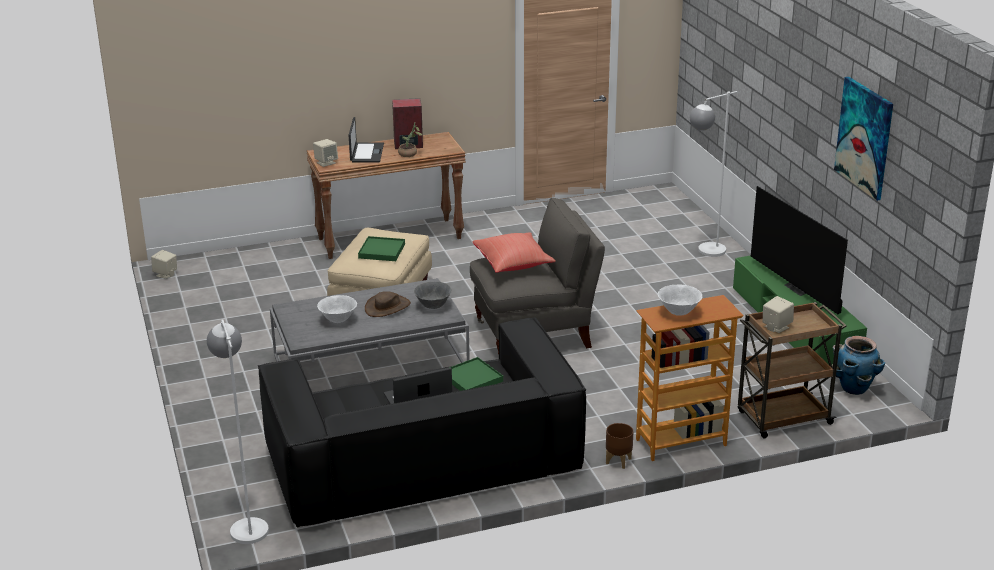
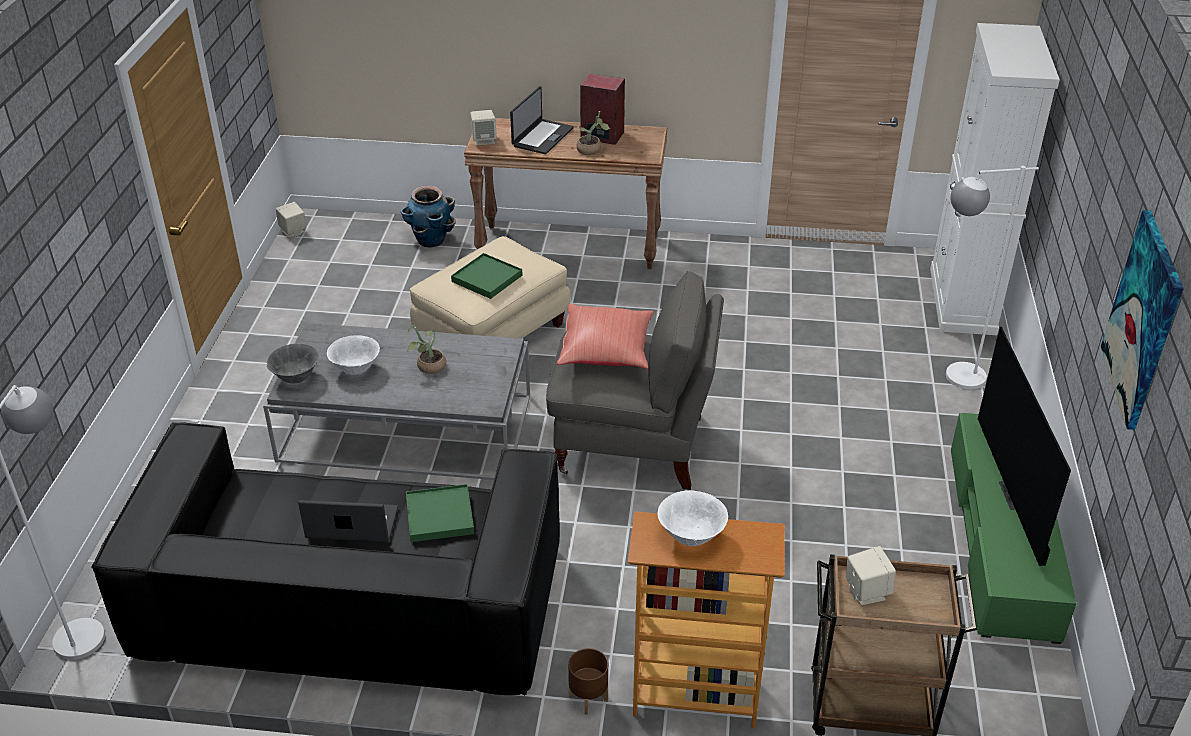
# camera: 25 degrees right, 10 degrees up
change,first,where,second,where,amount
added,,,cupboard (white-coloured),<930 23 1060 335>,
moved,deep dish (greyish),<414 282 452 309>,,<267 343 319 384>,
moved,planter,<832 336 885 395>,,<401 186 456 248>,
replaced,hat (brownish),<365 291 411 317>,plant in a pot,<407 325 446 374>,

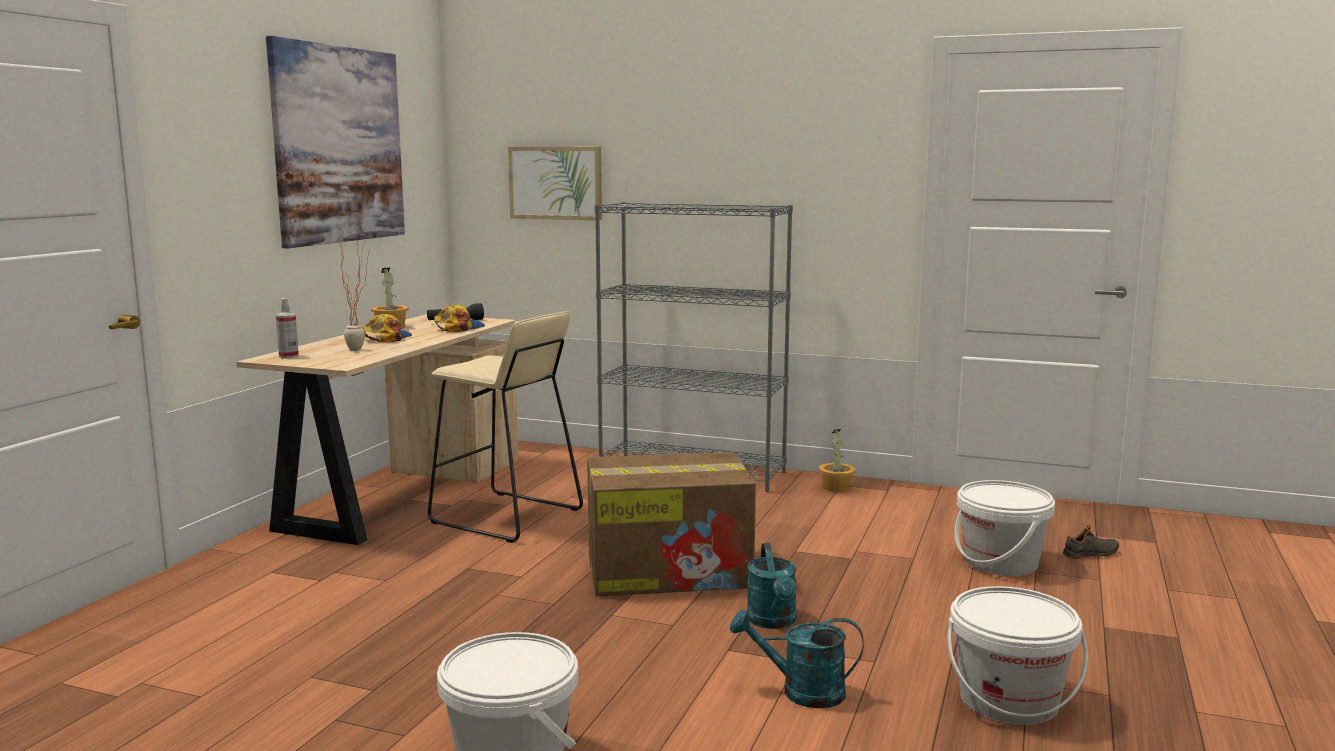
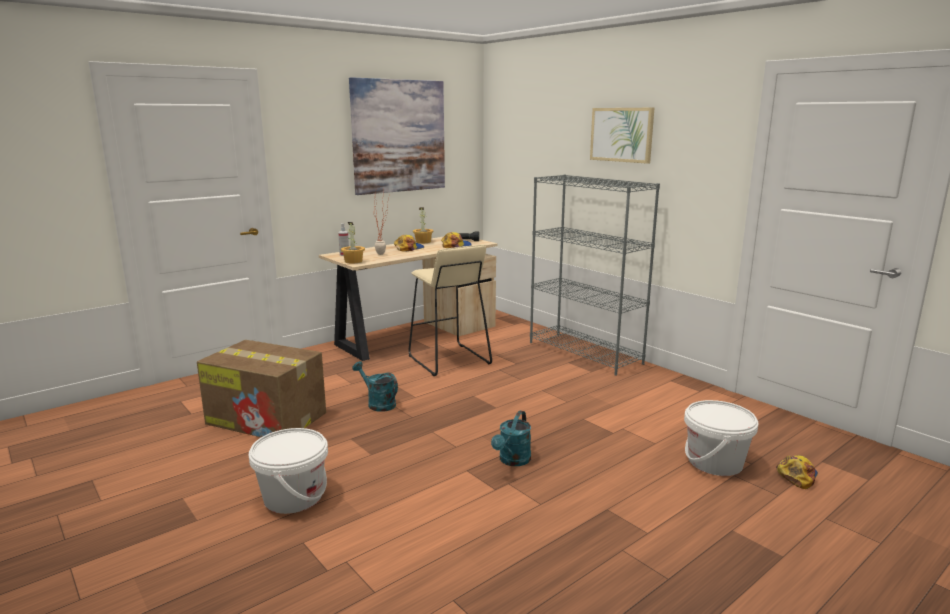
# camera: 30 degrees right, 5 degrees up
change,first,where,second,where,amount
removed,water bucket (white-coloured),<947 586 1088 725>,,,
moved,wall picture,<508 147 602 220>,,<590 108 654 164>,
moved,cardboard box,<587 452 756 597>,,<197 340 326 437>,
moved,sprinkling can (blue-green),<730 610 863 708>,,<352 361 398 412>,
moved,plant in a pot,<819 429 856 492>,,<341 222 365 264>,
replaced,low shoe (blackish),<1063 524 1119 559>,baseball cap,<776 455 818 489>,

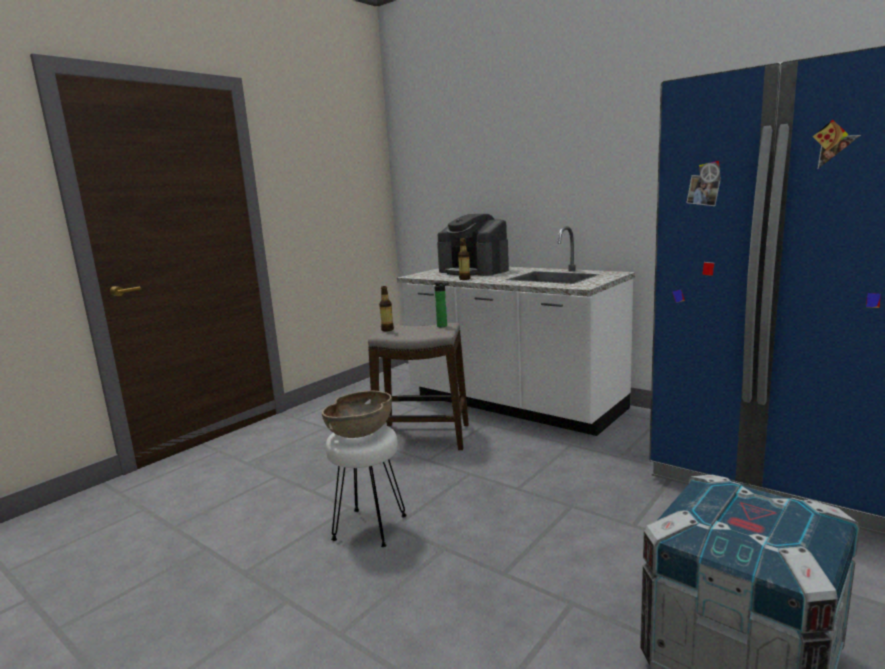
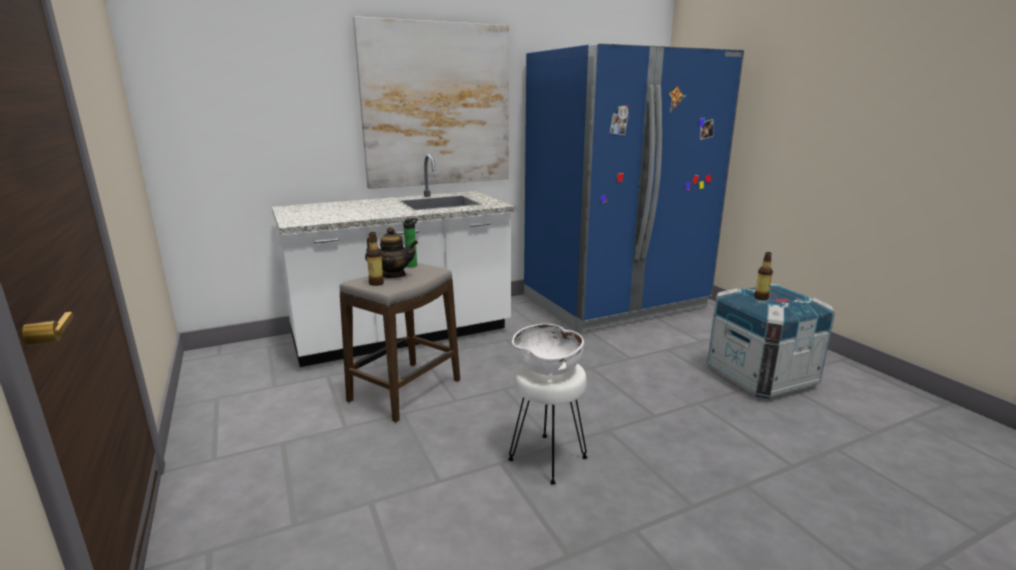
# camera: 65 degrees left, 5 degrees up
change,first,where,second,where,amount
removed,coffee machine,<437 214 509 276>,,,
added,,,wall picture,<353 16 509 189>,
added,,,teapot,<365 227 418 278>,
moved,drink bottle,<458 238 471 280>,,<754 252 773 300>,
recoloured,deep dish (brownish),<322 391 392 438>,deep dish (white-coloured),<512 324 584 375>,

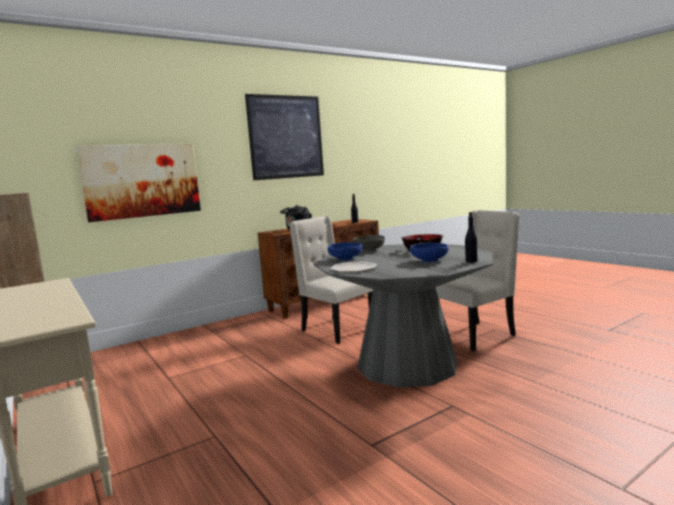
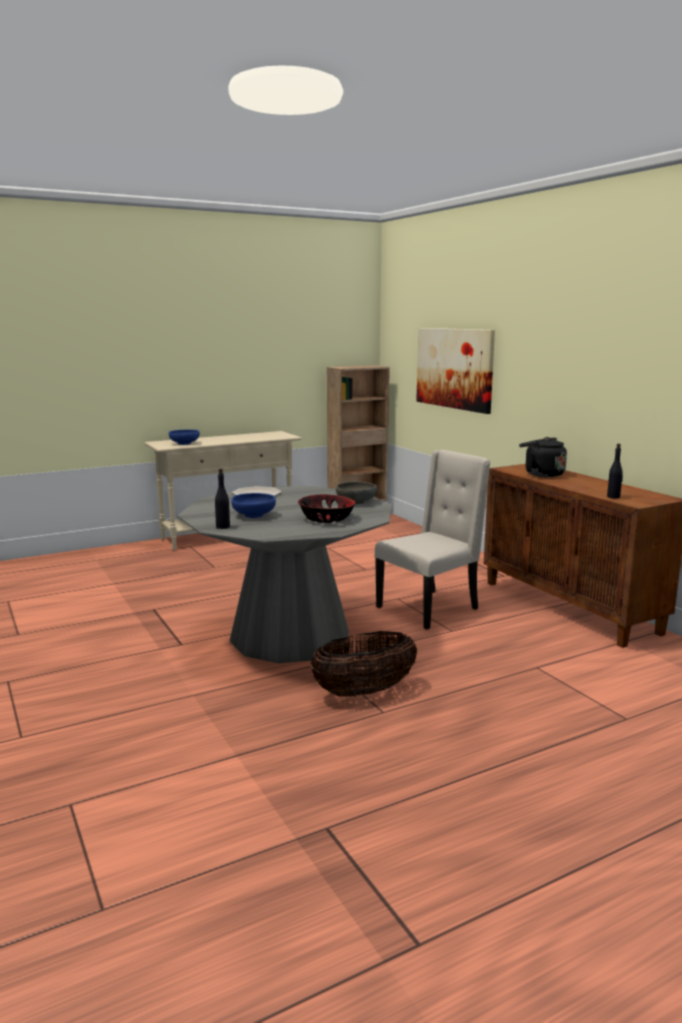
# camera: 95 degrees right, 5 degrees up
change,first,where,second,where,amount
removed,wall picture,<245 94 324 180>,,,
moved,deep dish (blue),<327 242 362 261>,,<169 430 200 445>,
replaced,upright chair (sand-coloured),<435 210 520 351>,household basket,<310 631 417 697>,

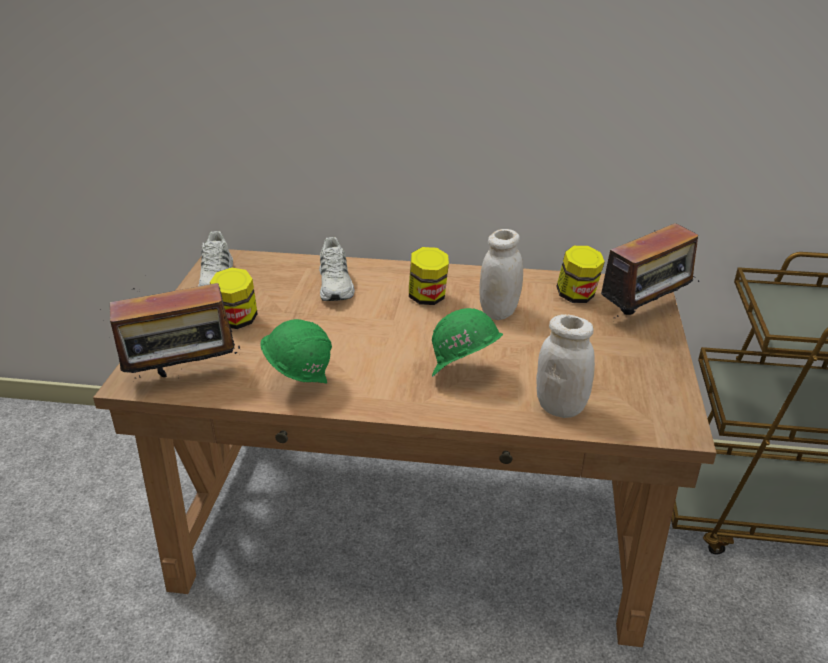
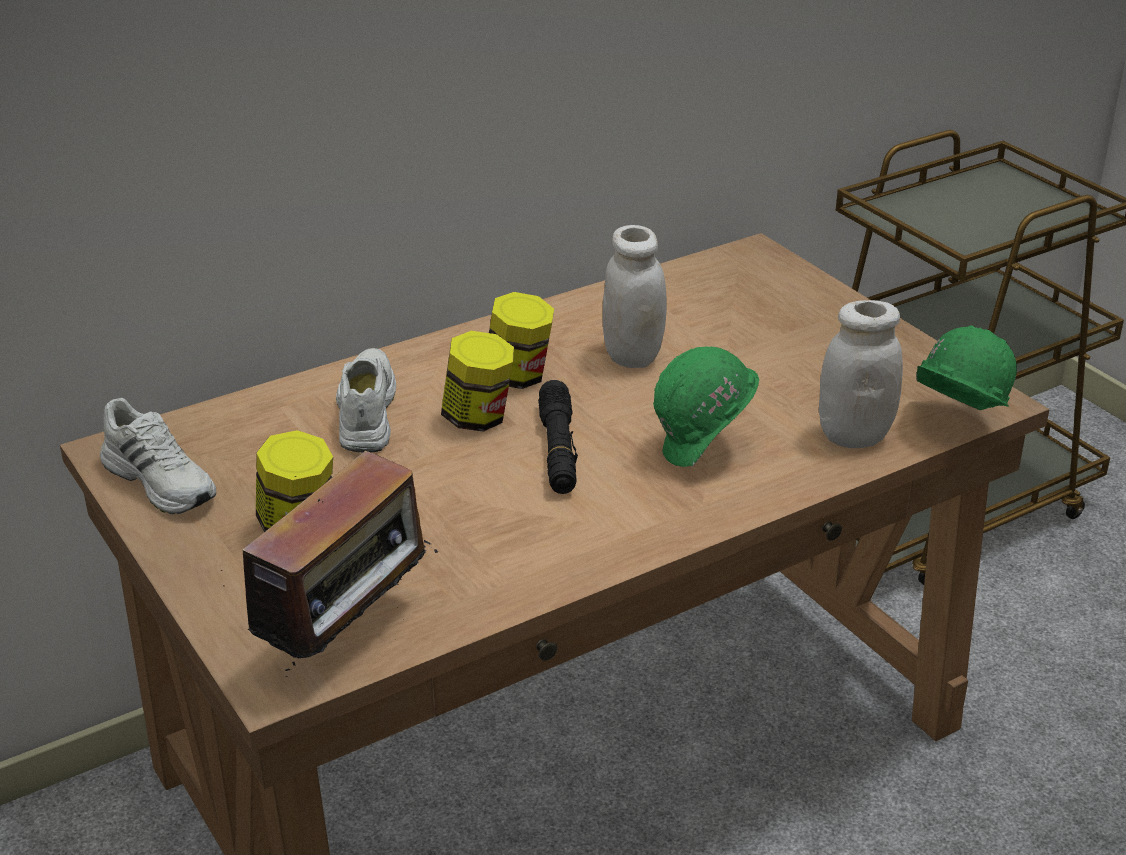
# camera: 40 degrees left, 0 degrees up
change,first,where,second,where,amount
removed,radio receiver,<596 220 699 317>,,,
added,,,hand torch (blackish),<538 380 578 494>,
moved,work helmet (greenish),<260 319 332 384>,,<916 325 1017 410>,
moved,storage jar,<556 246 605 303>,,<441 331 514 432>,
turned,low shoe (white-coloured),<319 237 355 301>,,<336 348 396 452>,135 degrees counterclockwise

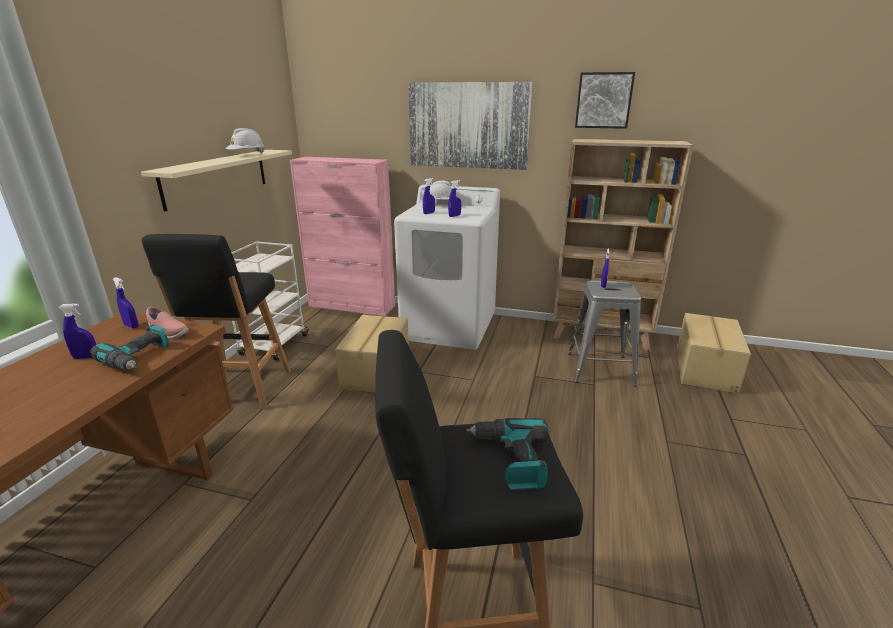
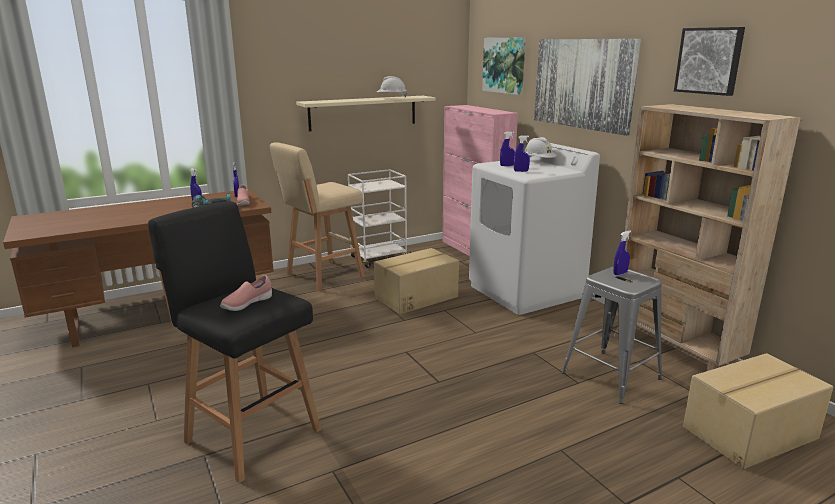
# camera: 45 degrees right, 5 degrees down
change,first,where,second,where,amount
added,,,wall picture,<482 37 526 95>,
replaced,electric drill,<466 418 549 490>,low shoe (pink-coloured),<220 275 272 311>,
recoloured,stool seat (blackish),<142 234 291 409>,stool seat (sand-coloured),<270 142 365 292>,

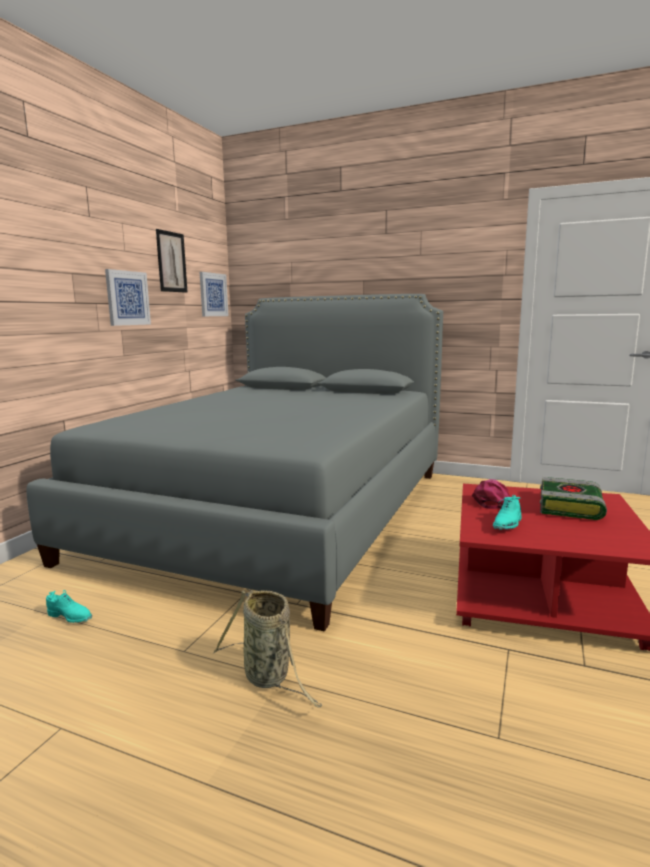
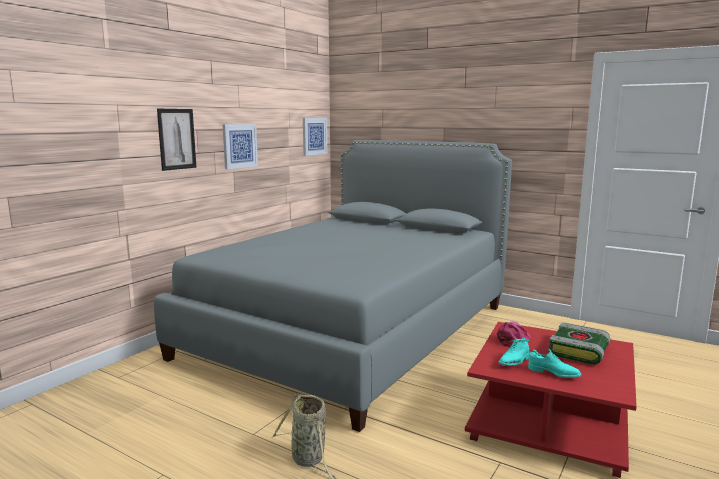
# camera: 10 degrees right, 0 degrees up
change,first,where,second,where,amount
moved,low shoe (blue-green),<46 590 92 623>,,<528 349 582 378>,
moved,wall picture,<156 229 188 293>,,<157 109 197 171>,

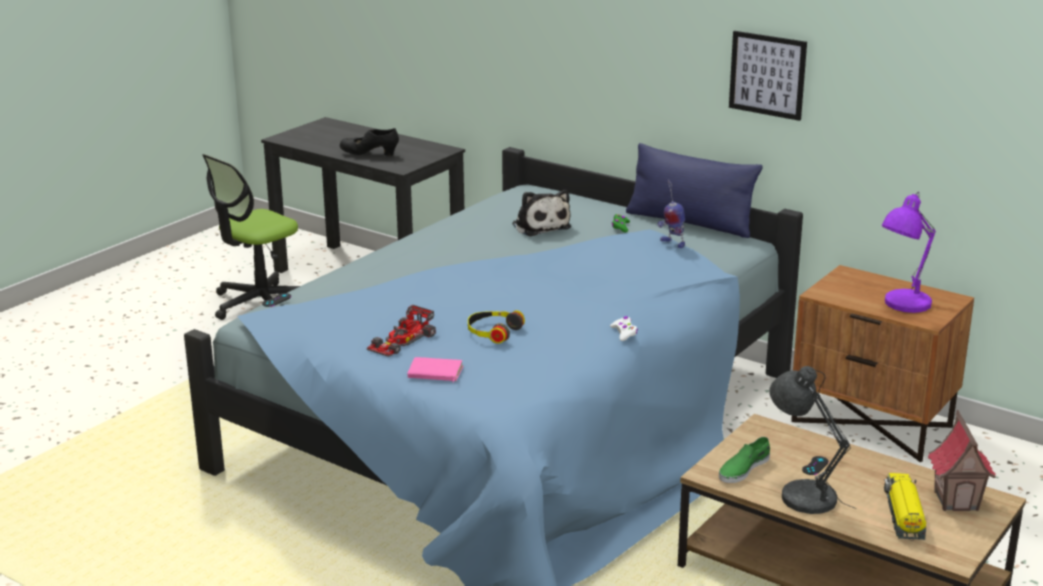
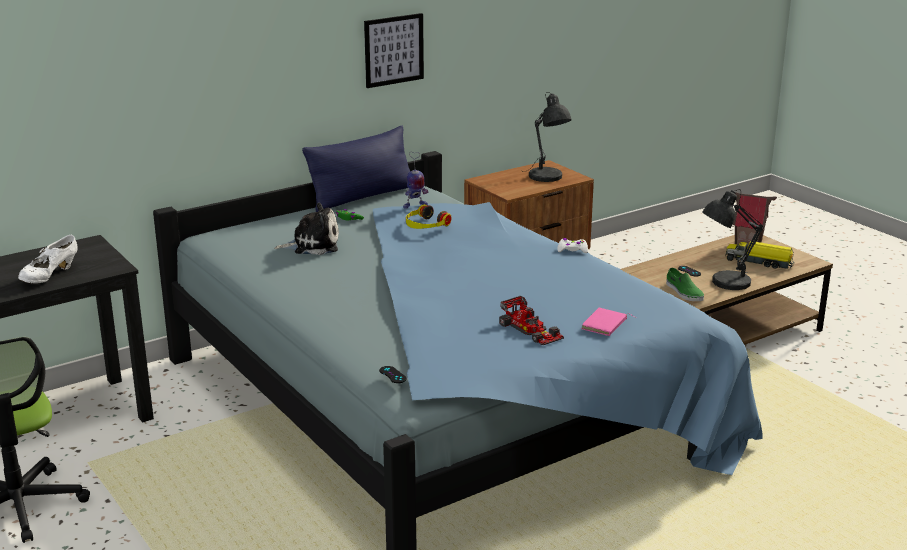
# camera: 70 degrees left, 0 degrees up
change,first,where,second,where,amount
moved,headset,<468 310 525 344>,,<406 204 451 229>,
recoloured,low shoe (blackish),<339 128 399 156>,low shoe (white-coloured),<18 235 77 283>,
recoloured,tabletop lamp (purple-coloured),<882 194 936 313>,tabletop lamp (greyish),<523 92 572 182>,

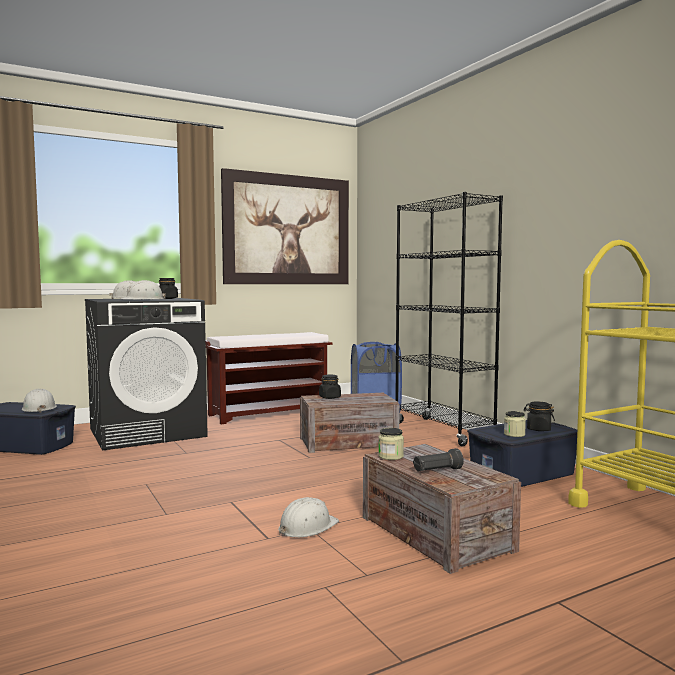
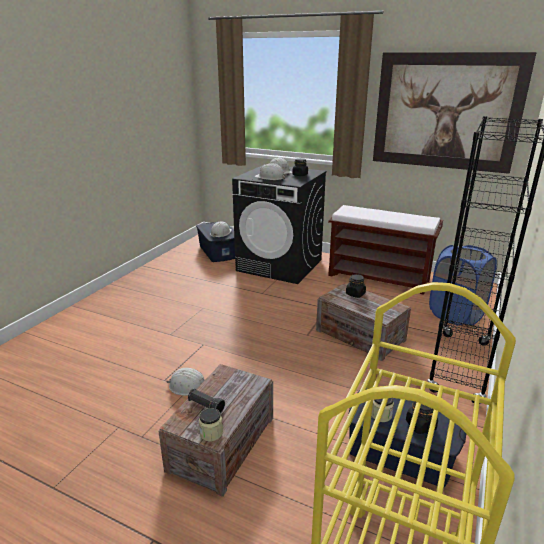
# camera: 55 degrees right, 20 degrees up
change,first,where,second,where,amount
moved,storage jar,<378 428 404 460>,,<199 408 223 441>,

